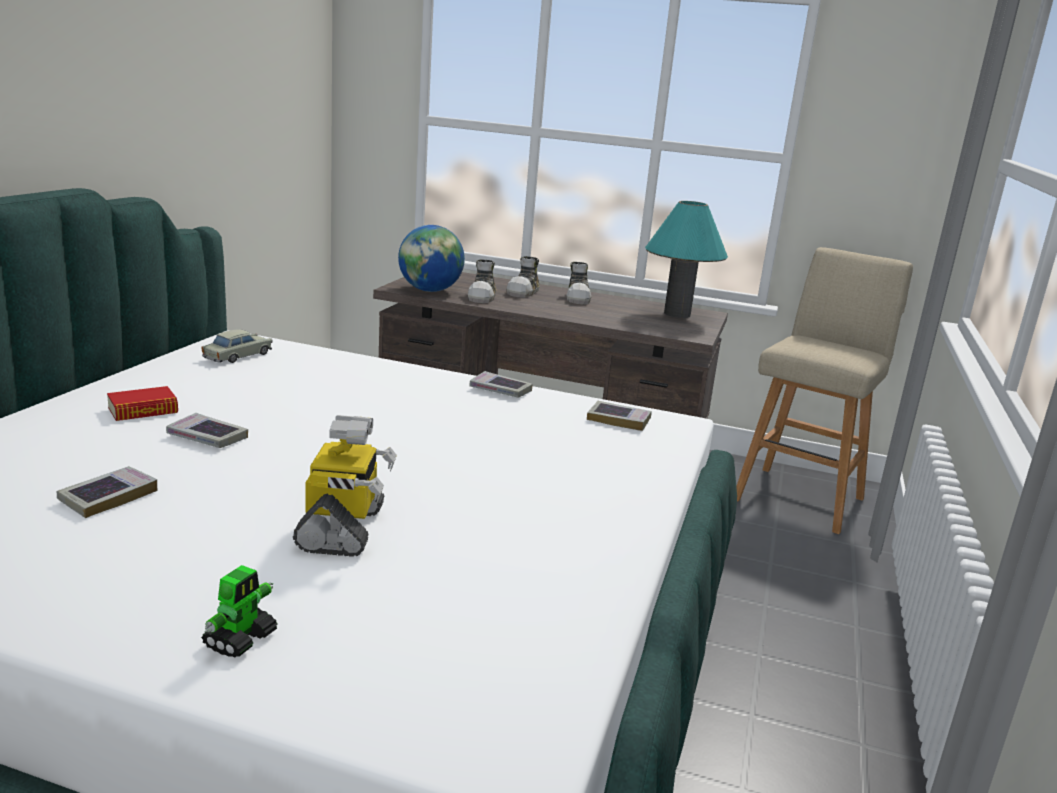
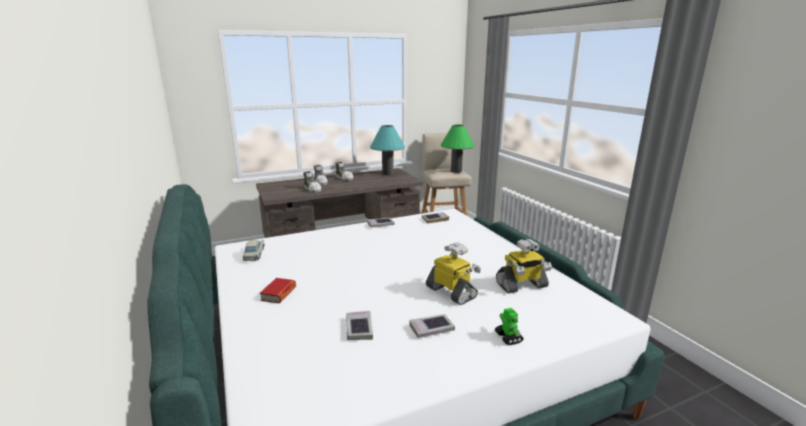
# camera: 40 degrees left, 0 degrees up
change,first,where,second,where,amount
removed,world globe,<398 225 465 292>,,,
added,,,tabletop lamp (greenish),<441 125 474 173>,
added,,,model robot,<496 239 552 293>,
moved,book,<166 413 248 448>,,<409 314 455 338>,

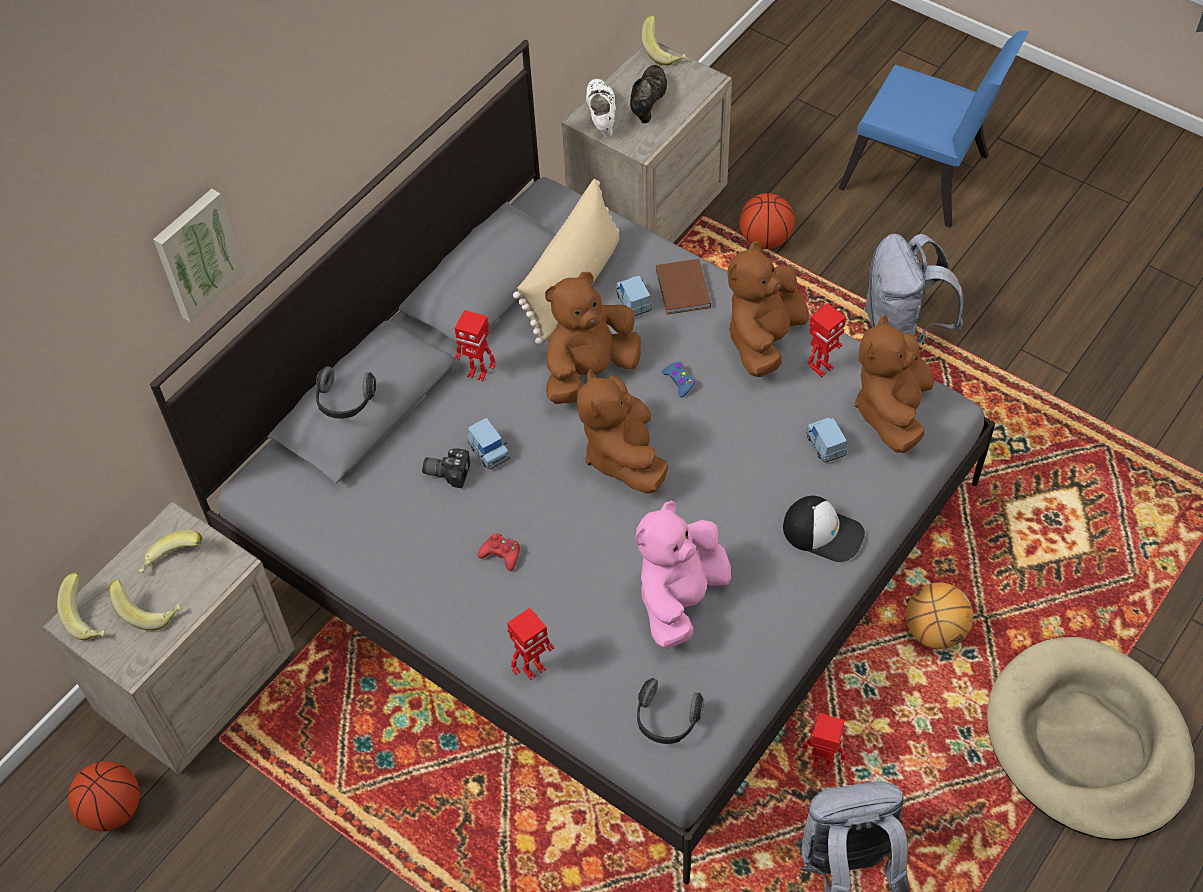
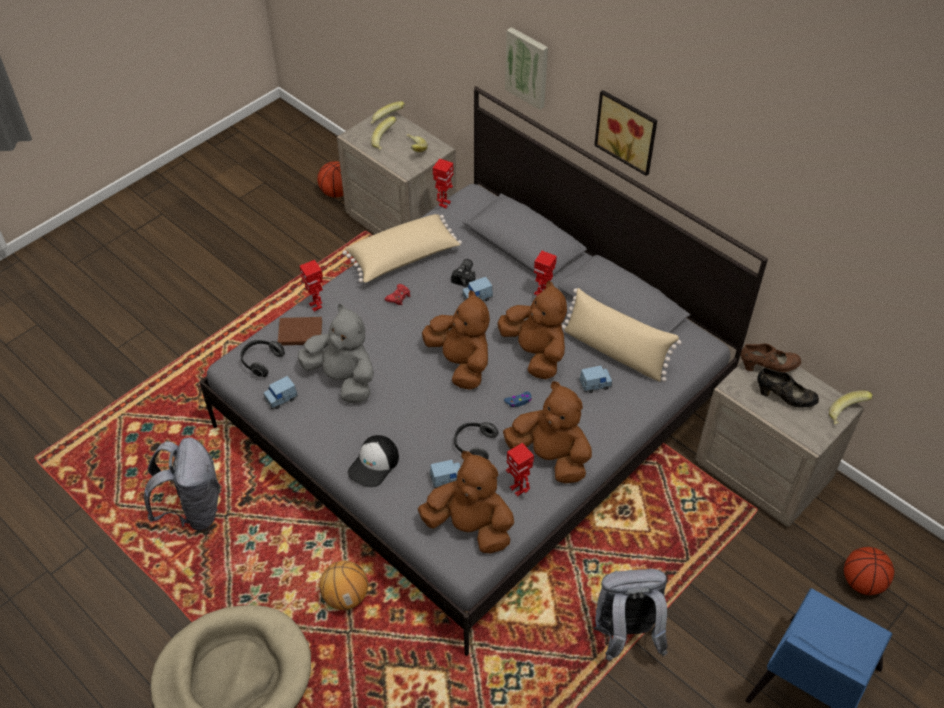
# camera: 95 degrees right, 5 degrees down
change,first,where,second,where,amount
added,,,toy car (blue),<264 376 298 409>,
added,,,pillow (sand-coloured),<342 214 462 283>,
added,,,wall picture,<594 90 657 176>,
moved,headset,<316 366 377 419>,,<454 422 499 459>,
moved,book (brownish),<656 259 711 314>,,<278 317 322 345>,
moved,ball for basketball,<739 193 795 249>,,<844 547 894 595>,
moved,model robot,<802 713 847 771>,,<433 159 454 208>,
recoloured,low shoe (white-coloured),<586 79 616 137>,low shoe (brownish),<740 343 801 372>,
recoloured,soft toy (pink-coloured),<636 501 731 649>,soft toy (greyish),<298 304 374 403>,
turned,soft toy (brownish),<577 369 668 494>,,<422 290 490 390>,60 degrees clockwise

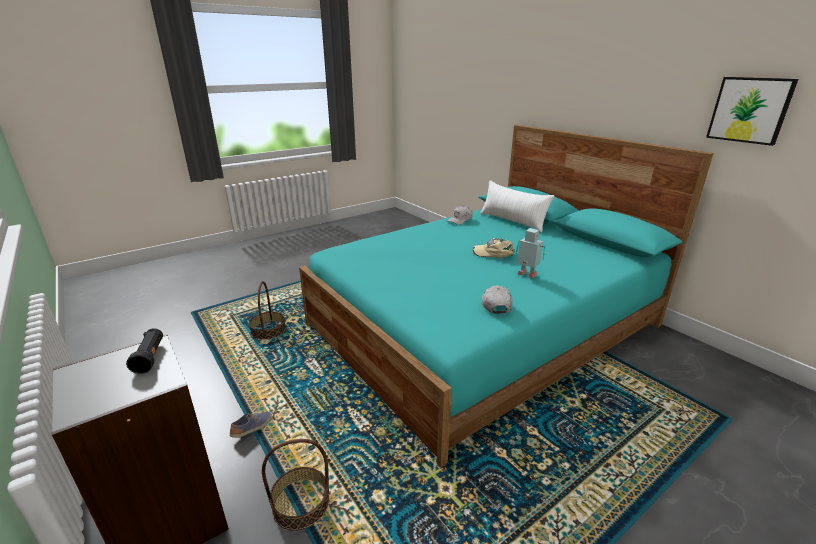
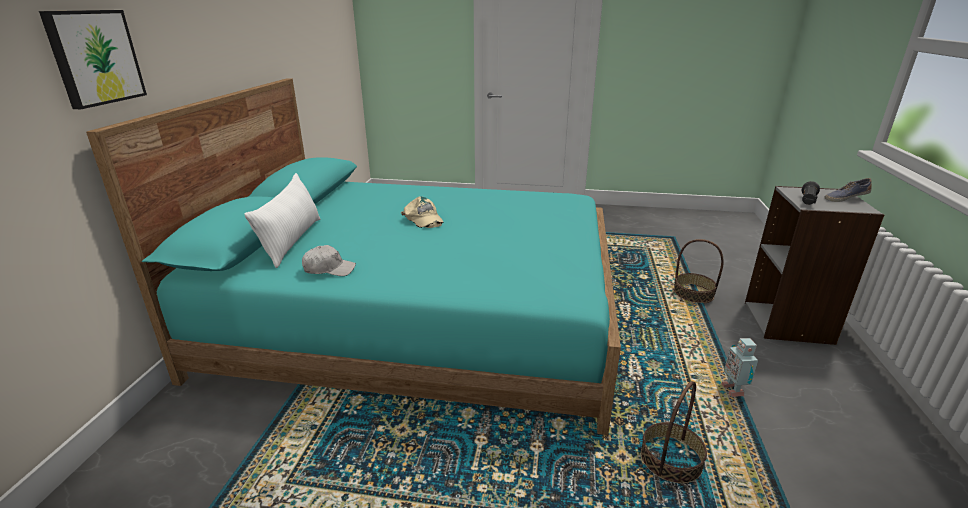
# camera: 135 degrees left, 0 degrees up
change,first,where,second,where,amount
removed,baseball cap (white-coloured),<482 285 512 314>,,,
moved,low shoe,<230 411 272 438>,,<824 178 872 202>,
moved,model robot,<516 228 545 278>,,<721 338 758 397>,
moved,wall picture,<706 77 798 146>,,<39 10 147 109>,

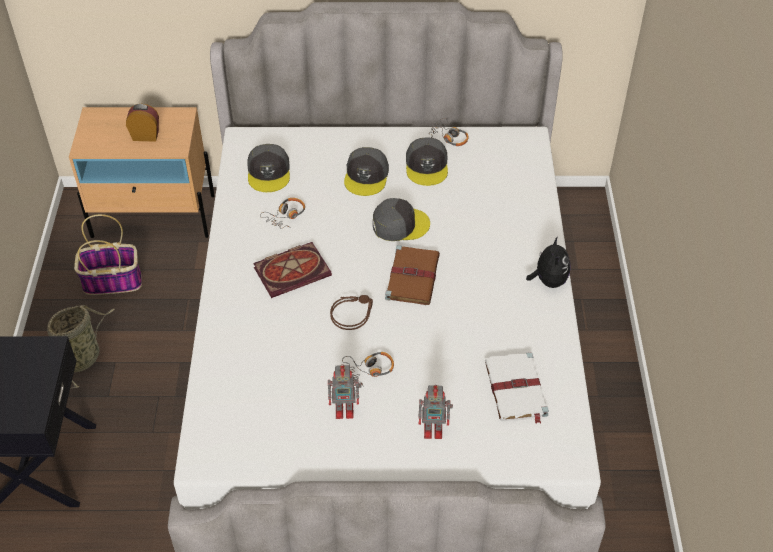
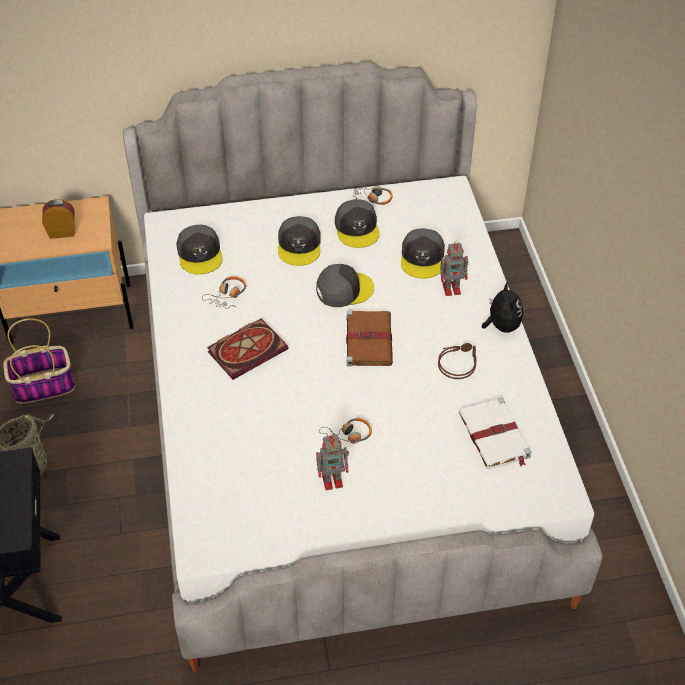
# camera: 10 degrees left, 0 degrees up
change,first,where,second,where,amount
added,,,baseball cap (greyish),<401 228 445 279>,
moved,headset (brownish),<330 295 373 330>,,<438 343 476 379>,
moved,model robot,<418 385 453 439>,,<440 241 468 296>,

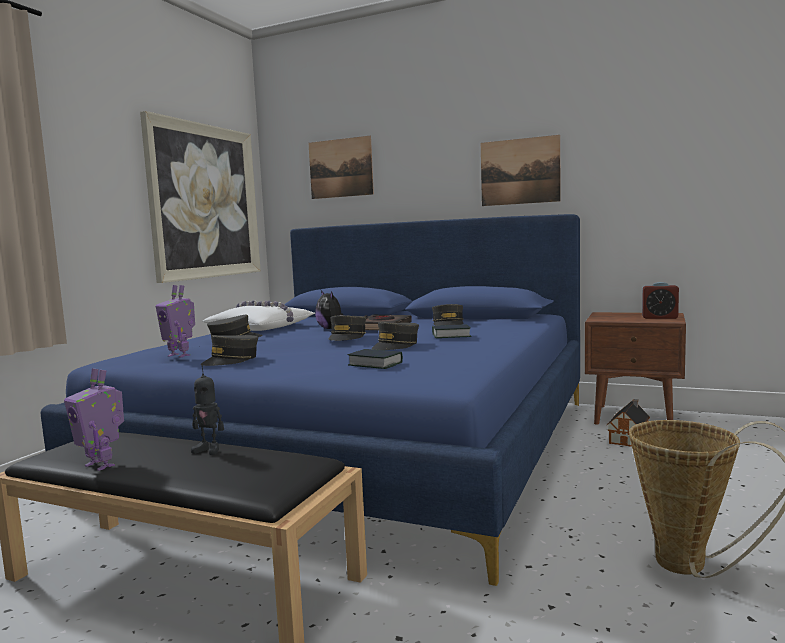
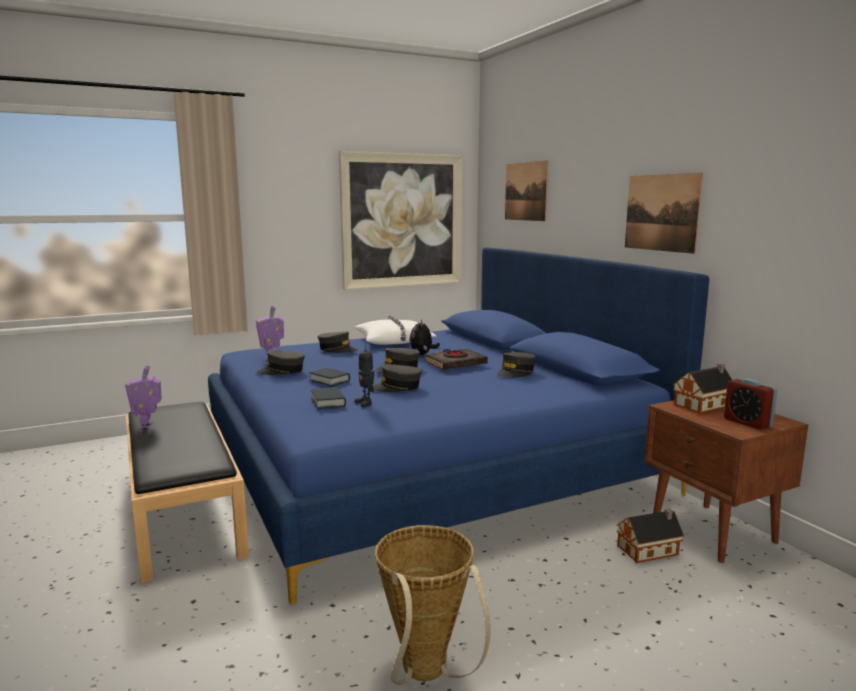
# camera: 40 degrees right, 5 degrees up
change,first,where,second,where,amount
added,,,model house,<673 364 732 414>,
moved,model robot,<191 365 224 455>,,<355 343 374 407>,
moved,book,<432 324 472 338>,,<309 368 350 386>,

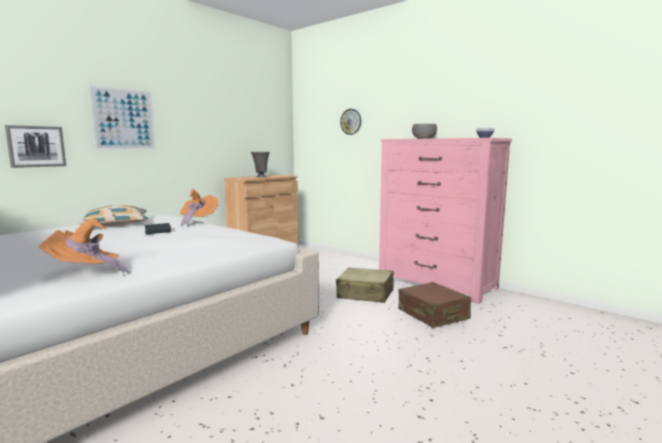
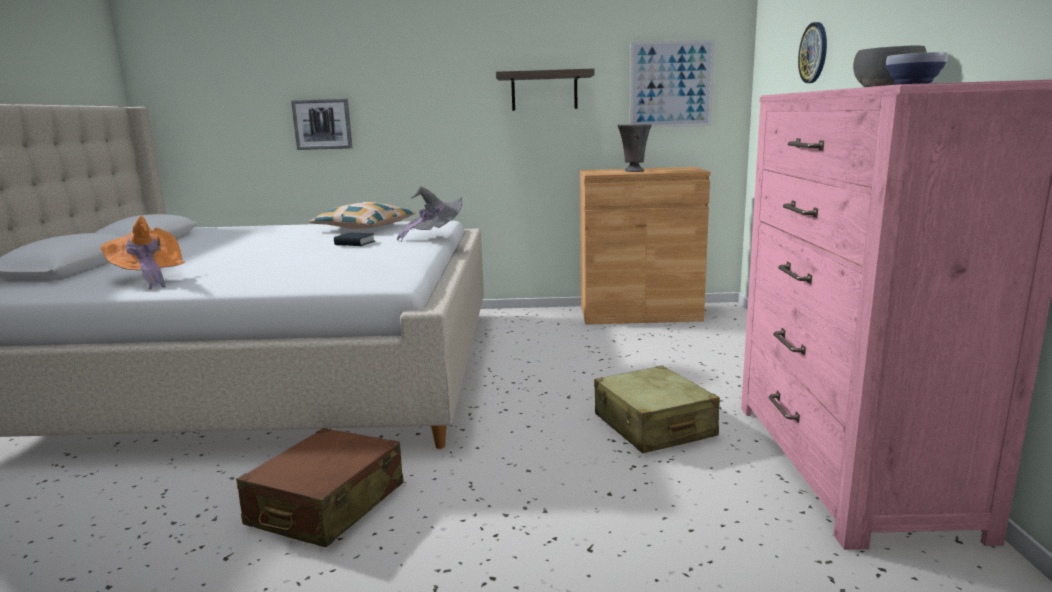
# camera: 50 degrees right, 5 degrees up
change,first,where,second,where,amount
added,,,bracket shelf,<496 68 594 111>,
moved,wall picture,<88 85 156 150>,,<630 39 715 128>,
moved,travel case (brownish),<399 282 471 328>,,<236 428 404 547>,
recoloured,hat (orange),<180 189 218 227>,hat (greyish),<397 186 462 241>,

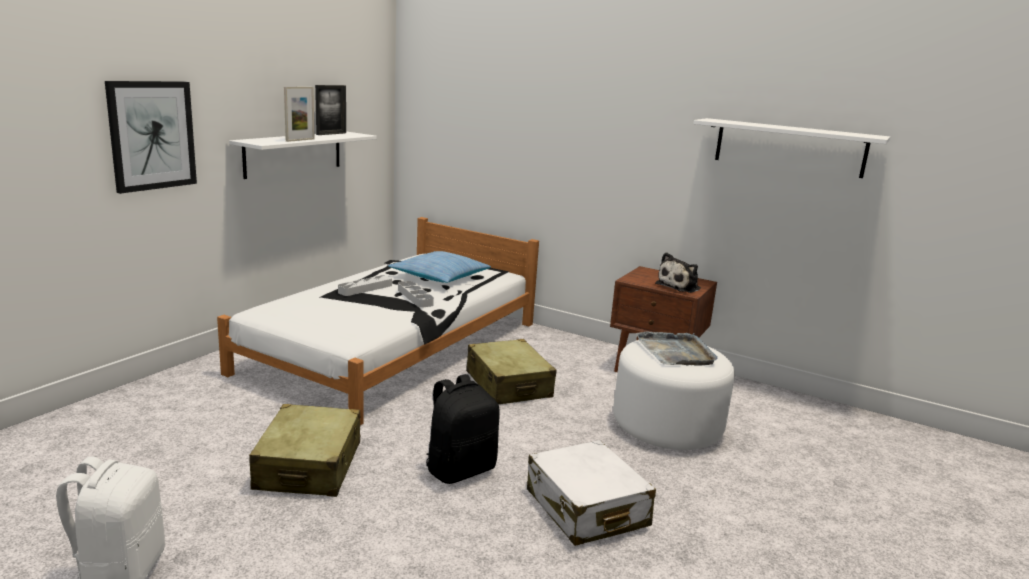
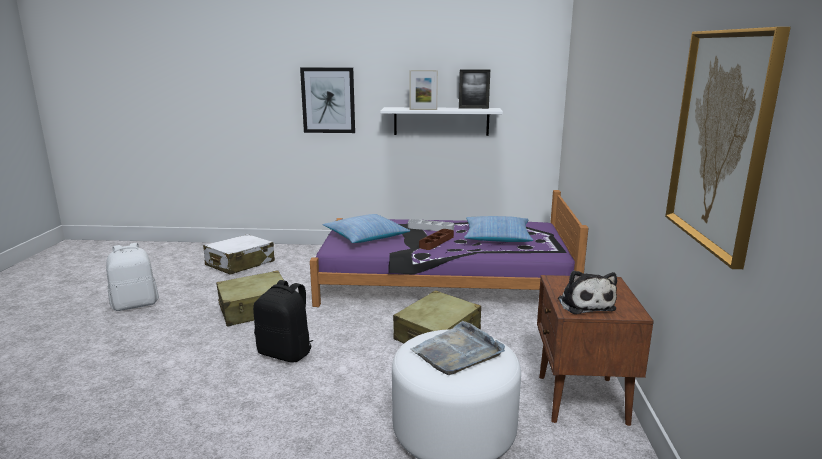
# camera: 65 degrees right, 0 degrees up
change,first,where,second,where,amount
added,,,pillow,<323 214 410 243>,
moved,travel case (white-coloured),<527 440 656 546>,,<203 234 275 275>,
replaced,bracket shelf (white-coloured),<693 118 890 178>,wall picture,<665 27 791 269>,
recoloured,sleeping bed (white-coloured),<217 217 539 425>,sleeping bed (purple-coloured),<310 190 588 307>,
recoloured,carrying tray (greyish),<398 281 434 308>,carrying tray (brownish),<419 229 454 250>,
turned,soft toy,<655 252 701 293>,,<558 271 617 314>,120 degrees counterclockwise

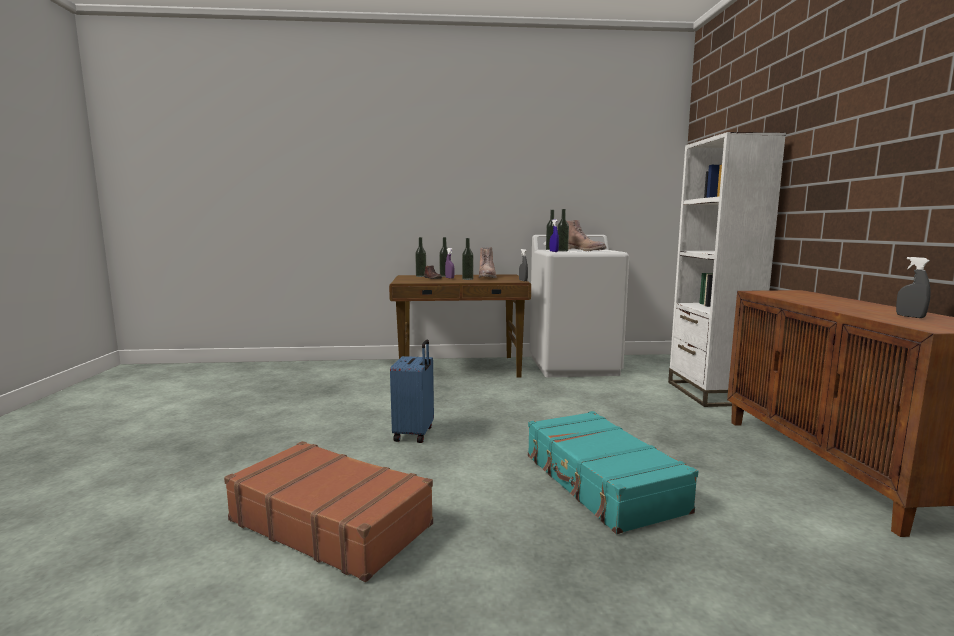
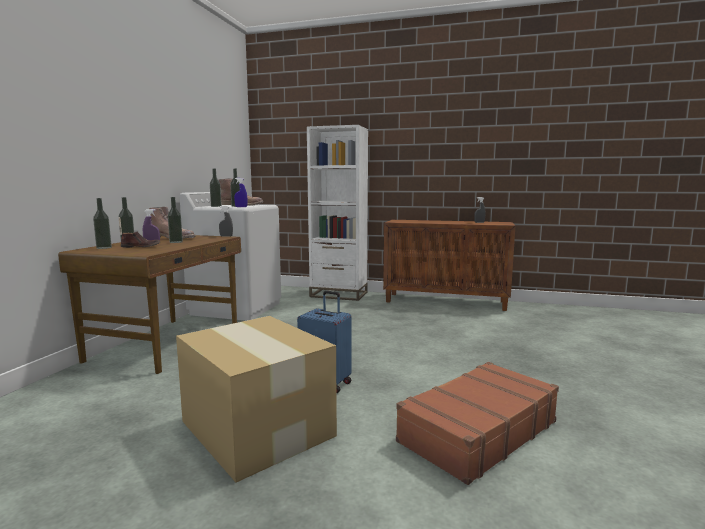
# camera: 70 degrees left, 0 degrees up
change,first,where,second,where,amount
removed,travel case (blue-green),<528 411 698 534>,,,
added,,,cardboard box,<176 316 337 482>,

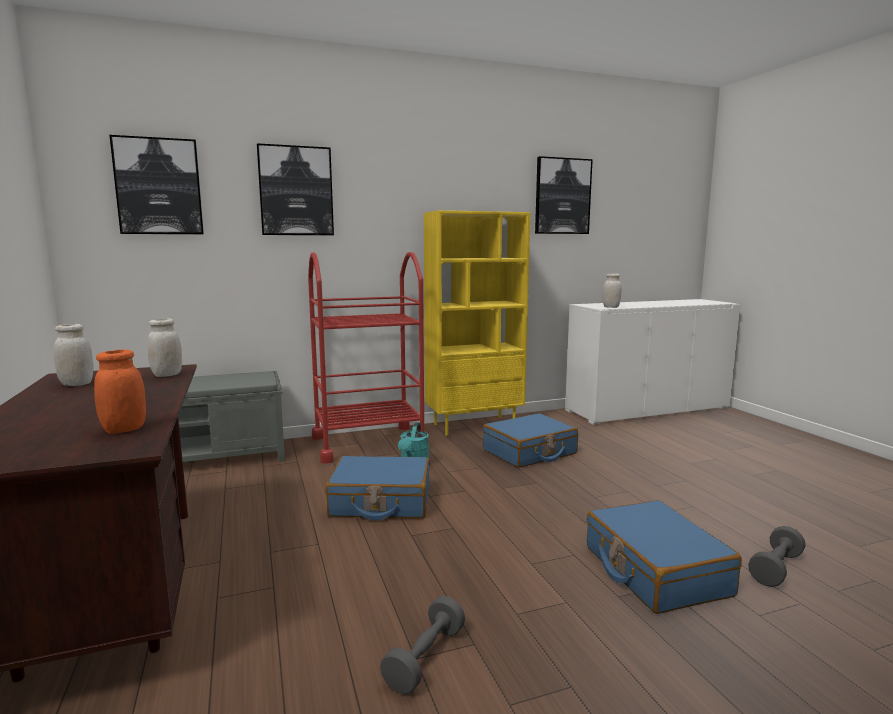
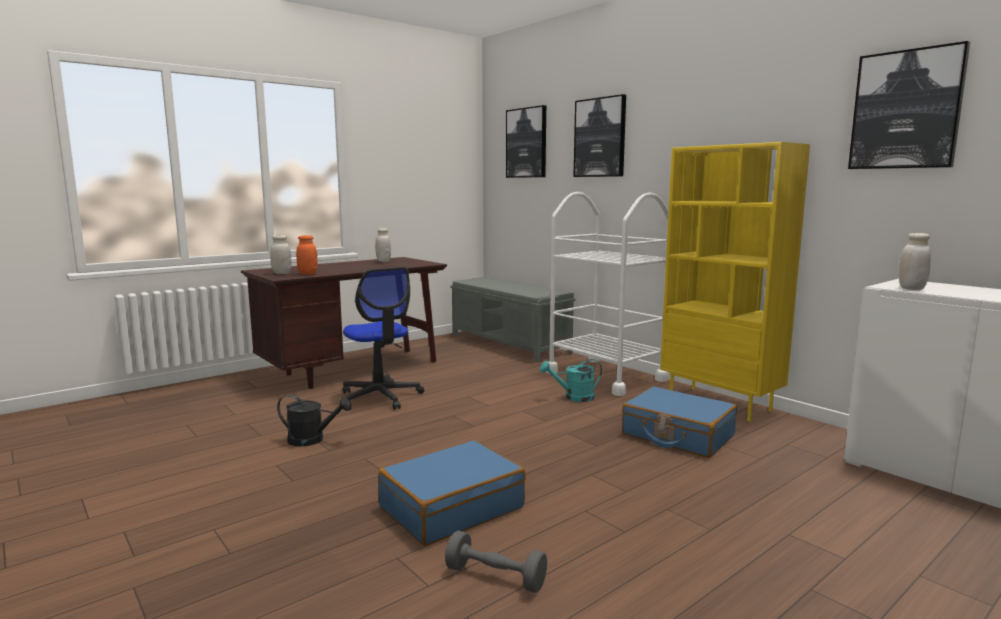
# camera: 70 degrees right, 0 degrees up
change,first,where,second,where,amount
removed,travel case (blue),<325 456 429 520>,,,
added,,,office chair,<343 267 424 410>,
moved,storage jar (white-coloured),<147 318 182 377>,,<270 235 292 274>,
replaced,free weight (greyish),<380 596 465 694>,sprinkling can (blackish),<277 395 352 446>,
recoloured,wheeled cart (red-coloured),<308 252 424 463>,wheeled cart (white-coloured),<546 192 669 396>,

